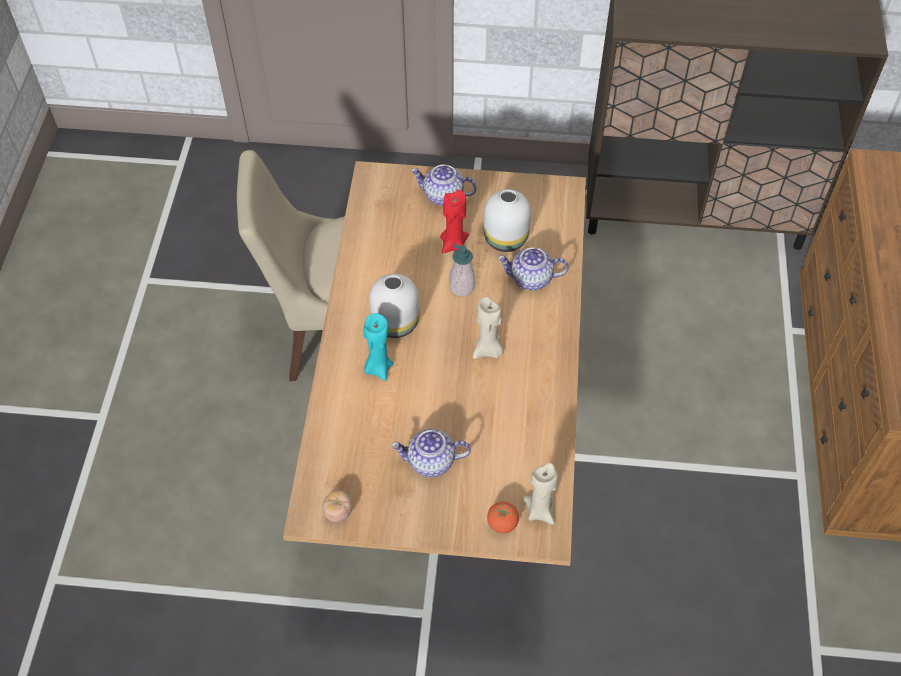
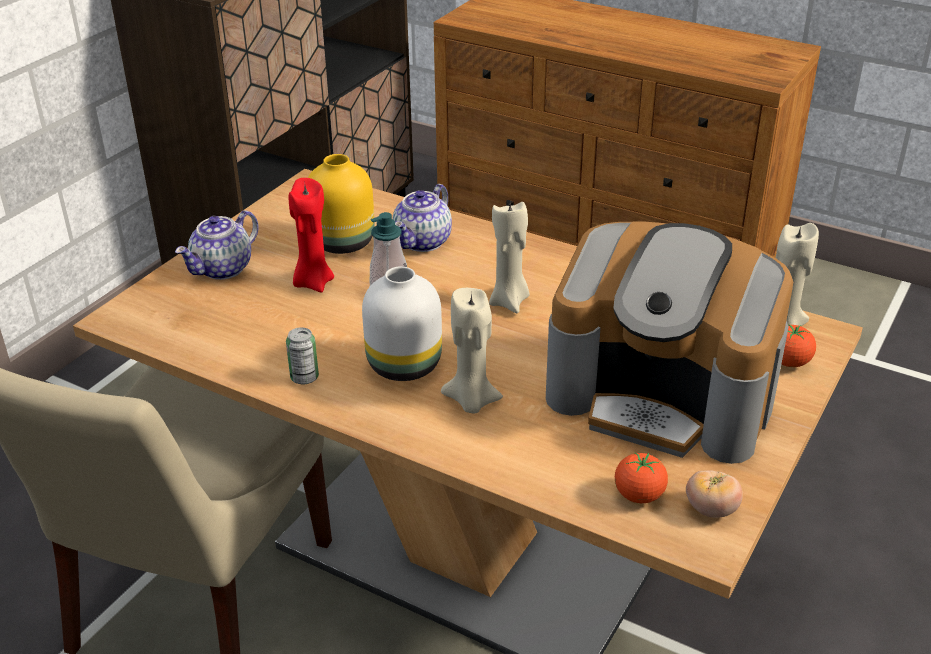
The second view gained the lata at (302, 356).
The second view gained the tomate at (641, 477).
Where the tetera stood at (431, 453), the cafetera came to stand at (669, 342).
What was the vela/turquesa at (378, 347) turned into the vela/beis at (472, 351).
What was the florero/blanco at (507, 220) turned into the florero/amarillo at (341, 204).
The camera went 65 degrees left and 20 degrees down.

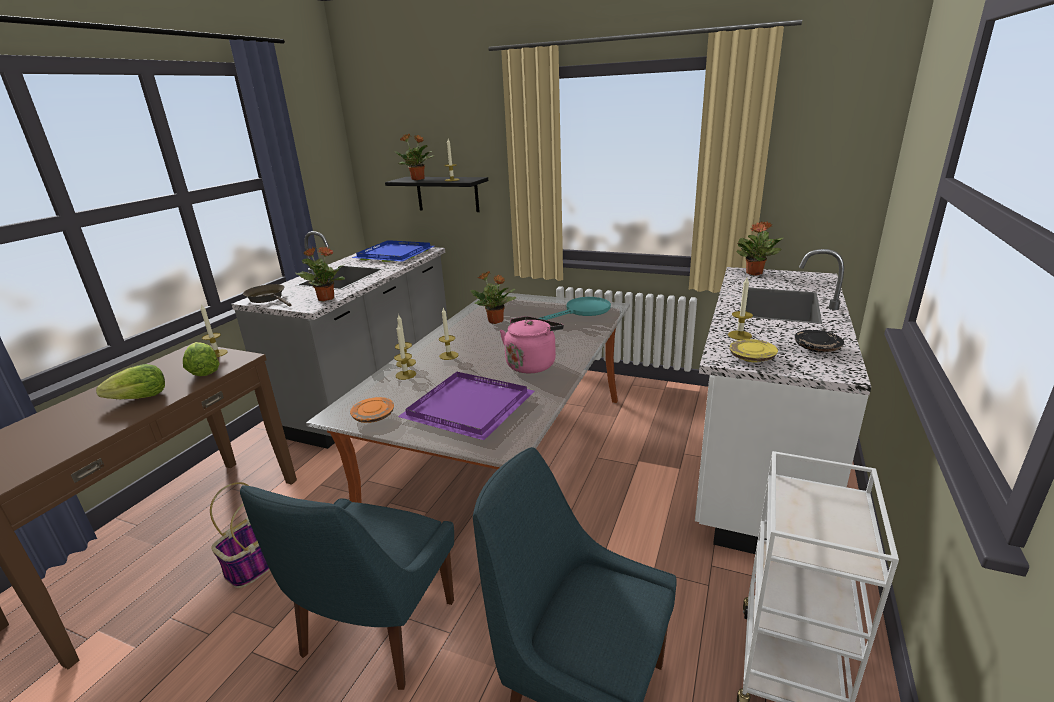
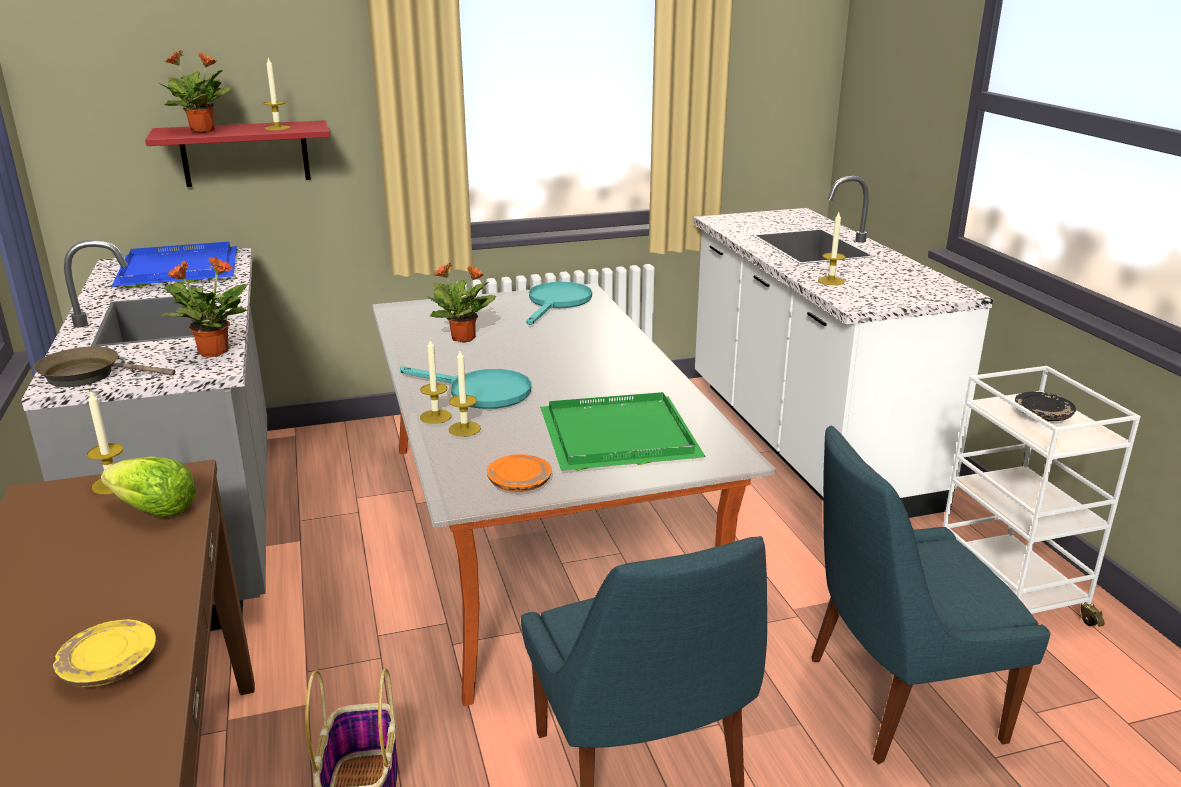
The second view lost the lechuga at (130, 381).
The second view lost the hervidor/rosa at (532, 344).
The second view lost the planta en maceta at (759, 248).
The plato/amarillo ended up elsewhere, having gone from (753, 350) to (104, 653).
The plato/negro ended up elsewhere, having gone from (819, 341) to (1045, 406).
Where the vela stood at (448, 334), the sartén/turquesa came to stand at (465, 388).
What was the estante/negro at (436, 194) turned into the estante/rojo at (237, 153).
What was the bandeja/morado at (466, 406) turned into the bandeja/verde at (623, 431).
The camera went 40 degrees left and 0 degrees up.

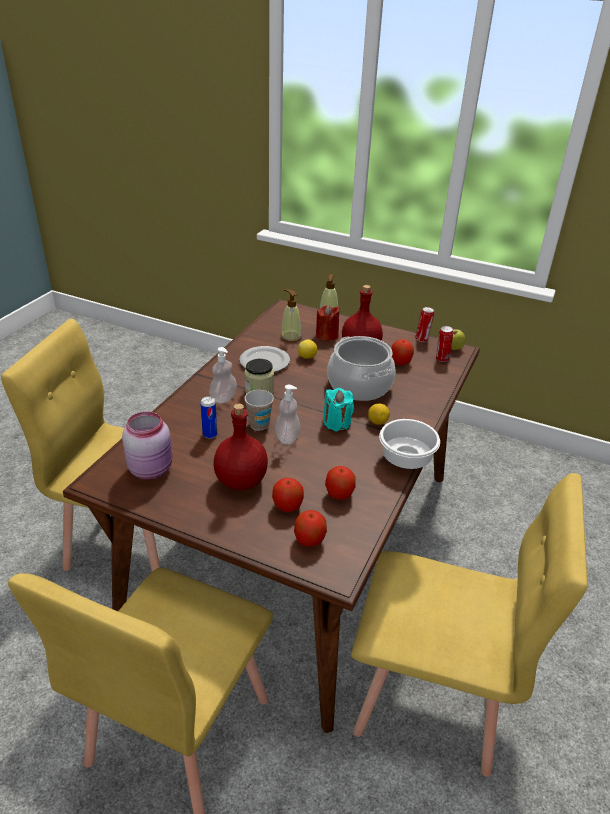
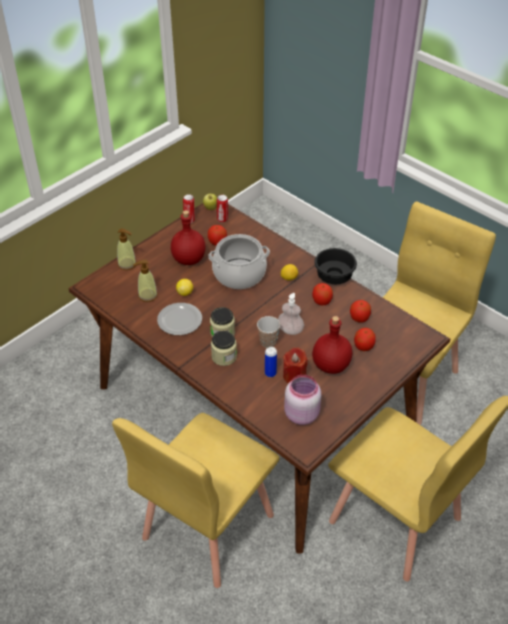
The second view lost the vela/turquesa at (338, 410).
The manzana ended up elsewhere, having gone from (310, 528) to (322, 294).
The vela/rojo ended up elsewhere, having gone from (328, 323) to (295, 365).
Where the dispensador de jabón stood at (223, 375), the tarro came to stand at (224, 348).
What was the cuenco/blanco at (409, 444) turned into the cuenco/negro at (335, 266).
The camera went 70 degrees left and 10 degrees up.

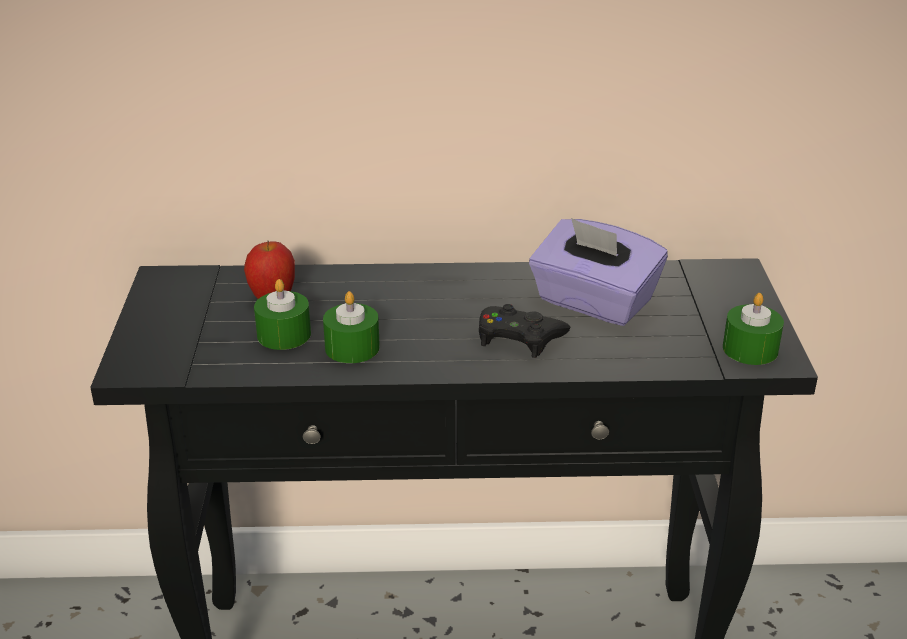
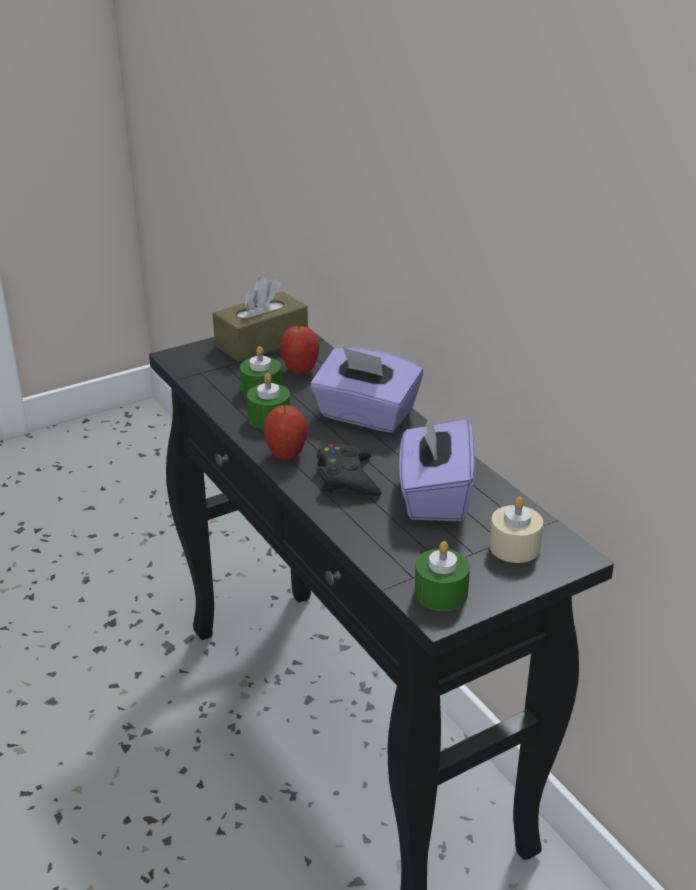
The second view gained the caja de pañuelos/marrón at (260, 319).
The second view gained the manzana at (285, 432).
The second view gained the caja de pañuelos/morado at (366, 390).
The second view gained the vela/beis at (516, 530).
The camera went 60 degrees right and 0 degrees up.

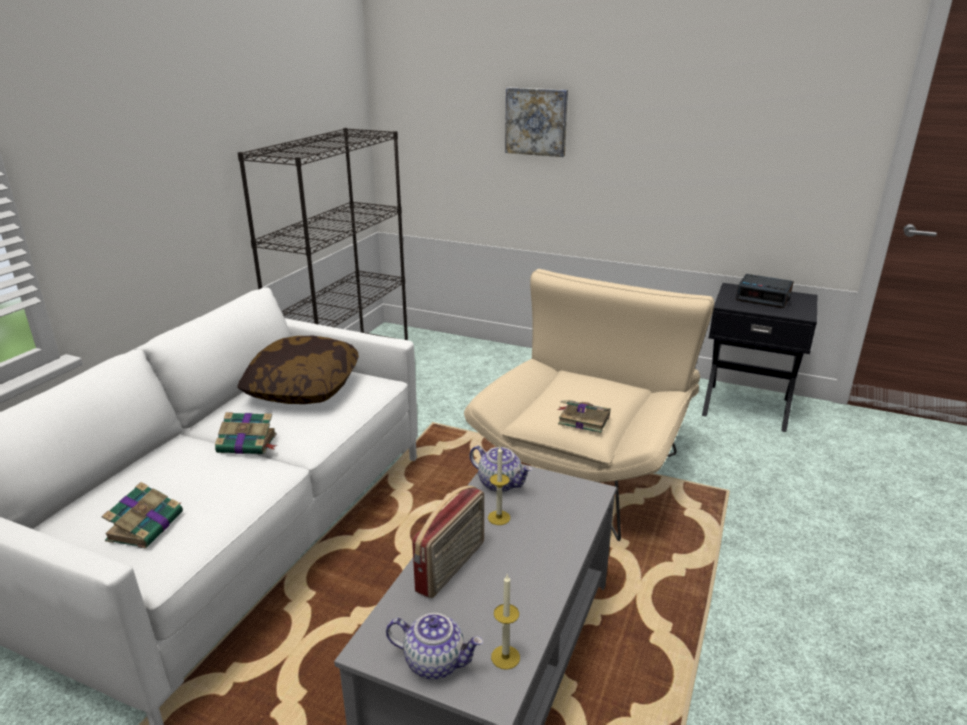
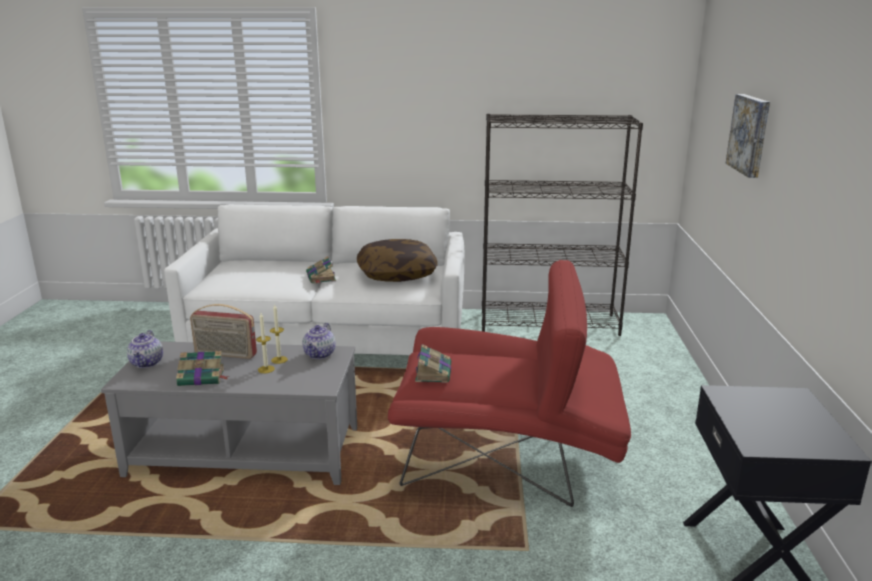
The second view lost the despertador at (764, 291).
The libro ended up elsewhere, having gone from (142, 515) to (202, 368).
The vela ended up elsewhere, having gone from (505, 622) to (265, 343).
What was the sillón/beis at (589, 405) turned into the sillón/rojo at (509, 383).
The camera went 70 degrees right and 5 degrees down.

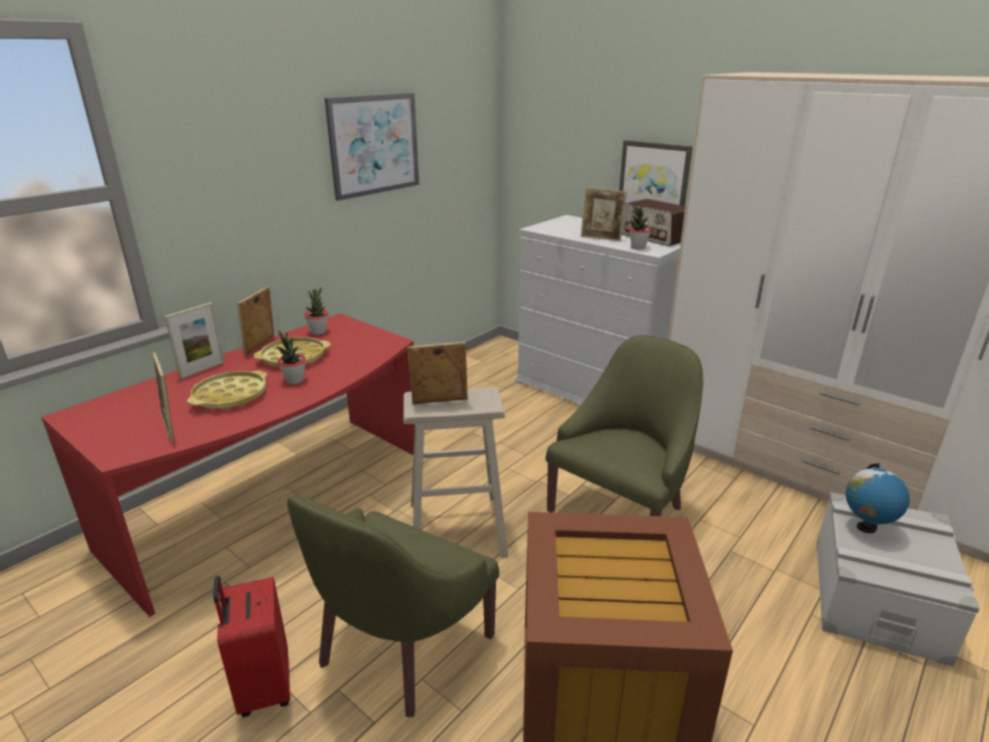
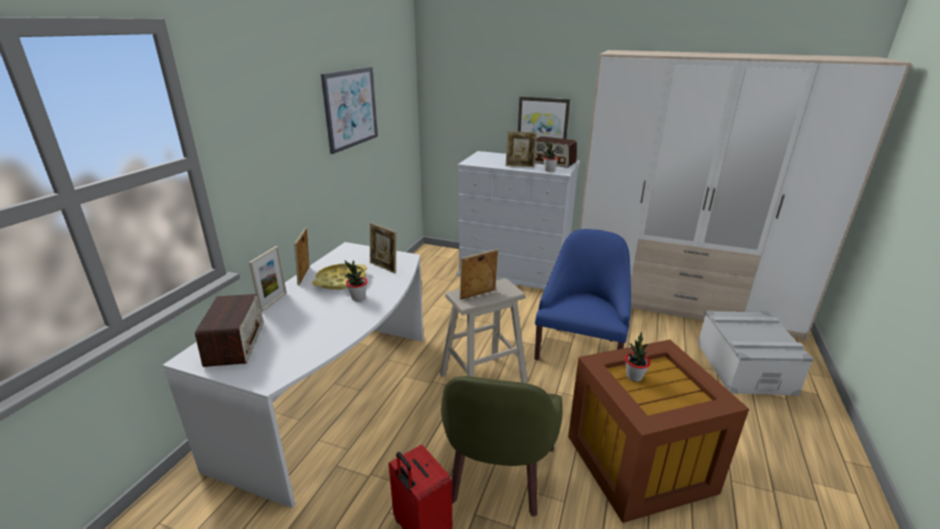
The second view lost the bandeja/amarillo at (227, 390).
The second view lost the globo terráqueo at (878, 498).
The second view gained the radio at (229, 330).
The portarretratos ended up elsewhere, having gone from (162, 397) to (383, 248).
The planta en maceta ended up elsewhere, having gone from (316, 311) to (638, 357).
What was the escritorio/rojo at (228, 465) turned into the escritorio/blanco at (293, 375).
What was the sillón/verde at (624, 425) turned into the sillón/azul at (582, 294).
The camera went 20 degrees left and 0 degrees up.

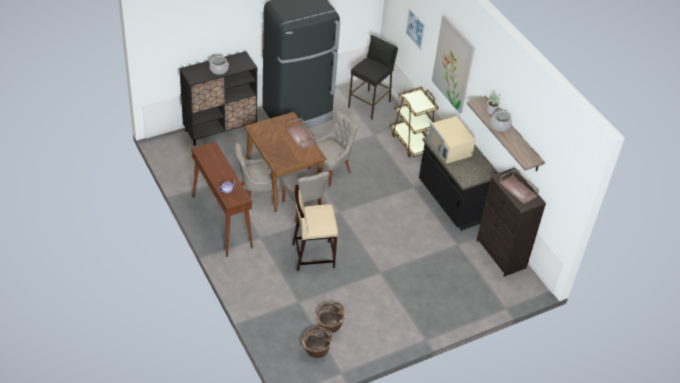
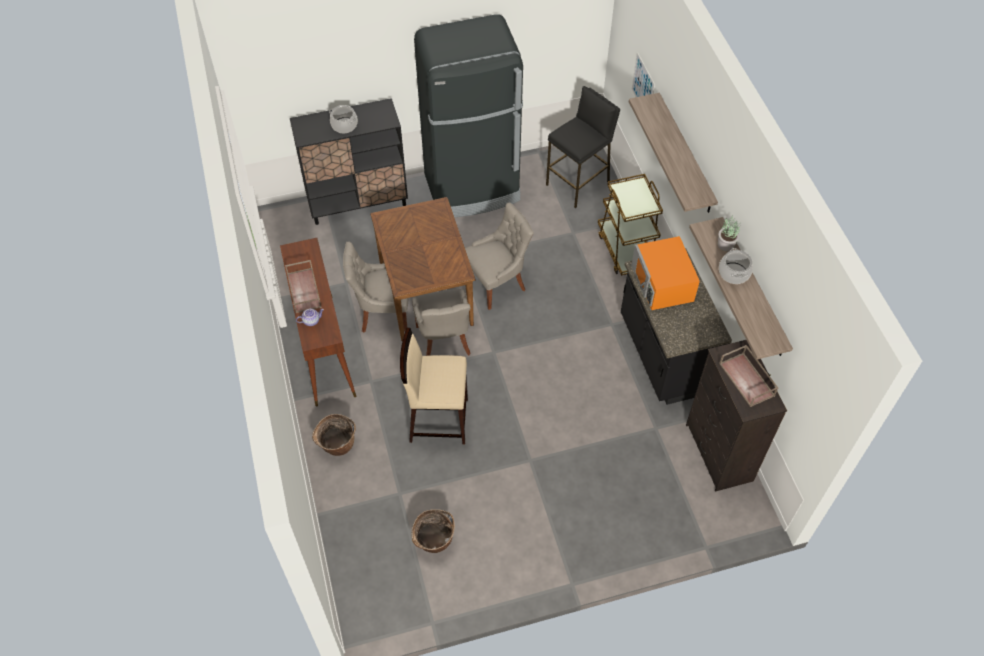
The bandeja/marrón ended up elsewhere, having gone from (301, 134) to (303, 286).
The cesta ended up elsewhere, having gone from (317, 342) to (334, 435).
Where the cuadro hung at (453, 64), the estante came to hang at (673, 153).
What was the microondas/beis at (451, 139) turned into the microondas/naranja at (665, 273).
The camera went 15 degrees right and 10 degrees up.

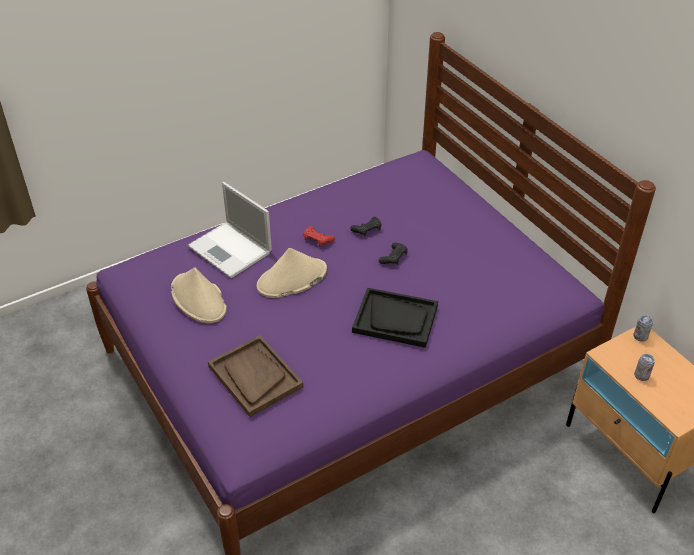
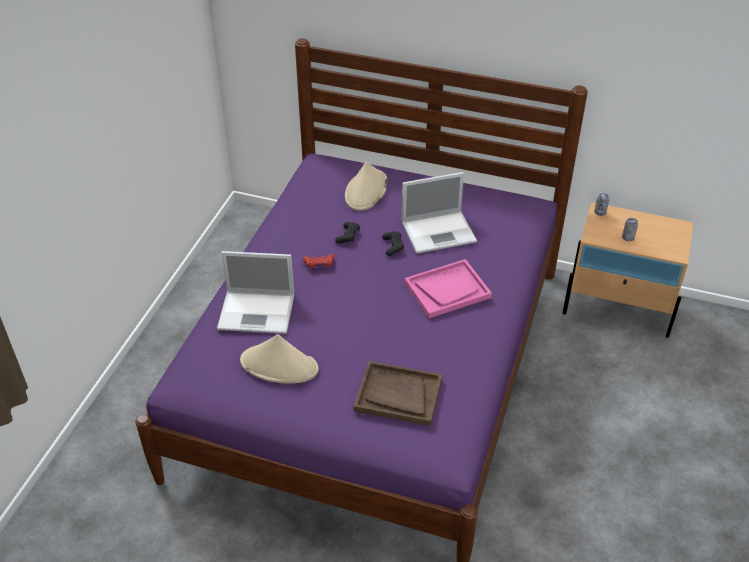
The second view gained the portátil at (439, 213).
The sombrero/beis ended up elsewhere, having gone from (292, 273) to (366, 186).
What was the bandeja/negro at (395, 318) turned into the bandeja/rosa at (448, 288).
The camera went 40 degrees left and 0 degrees up.

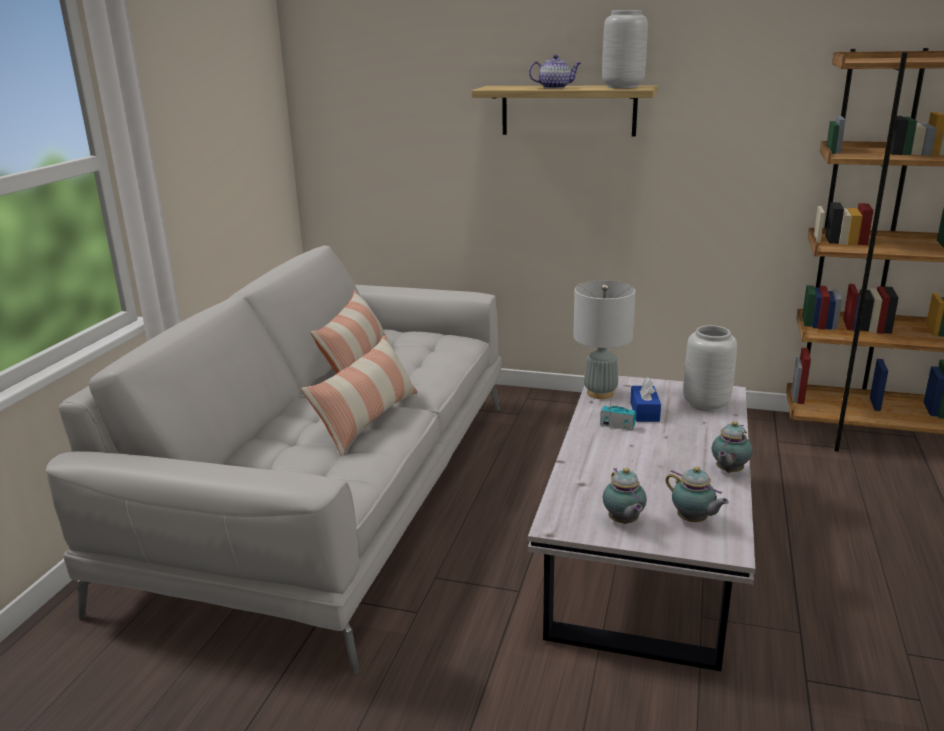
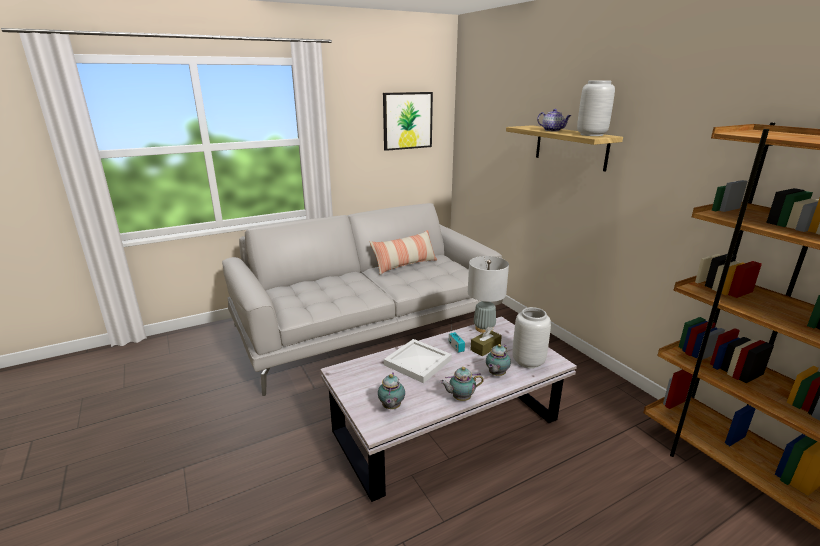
The second view lost the cojín at (359, 395).
The second view gained the cuadro at (408, 121).
The second view gained the bandeja/blanco at (418, 361).
The tetera ended up elsewhere, having gone from (625, 496) to (498, 360).
What was the caja de pañuelos/azul at (645, 399) turned into the caja de pañuelos/marrón at (486, 341).
The camera went 45 degrees right and 0 degrees up.

